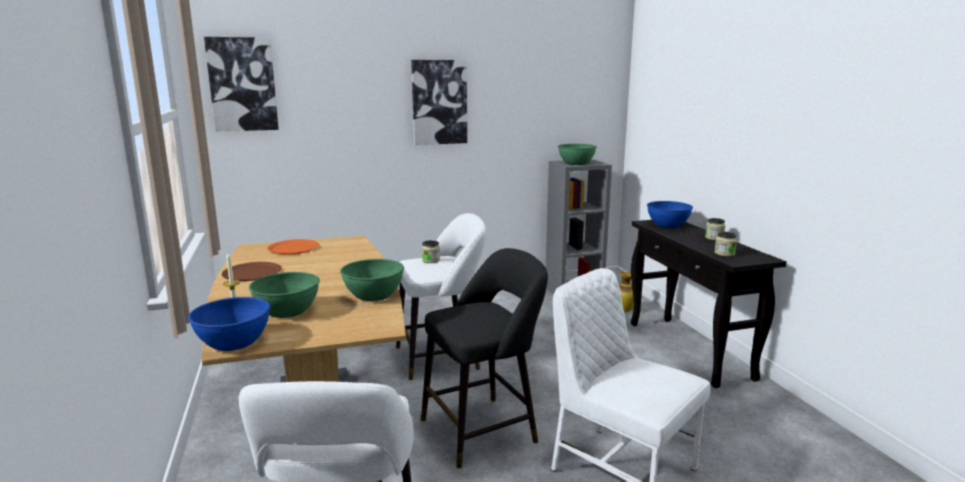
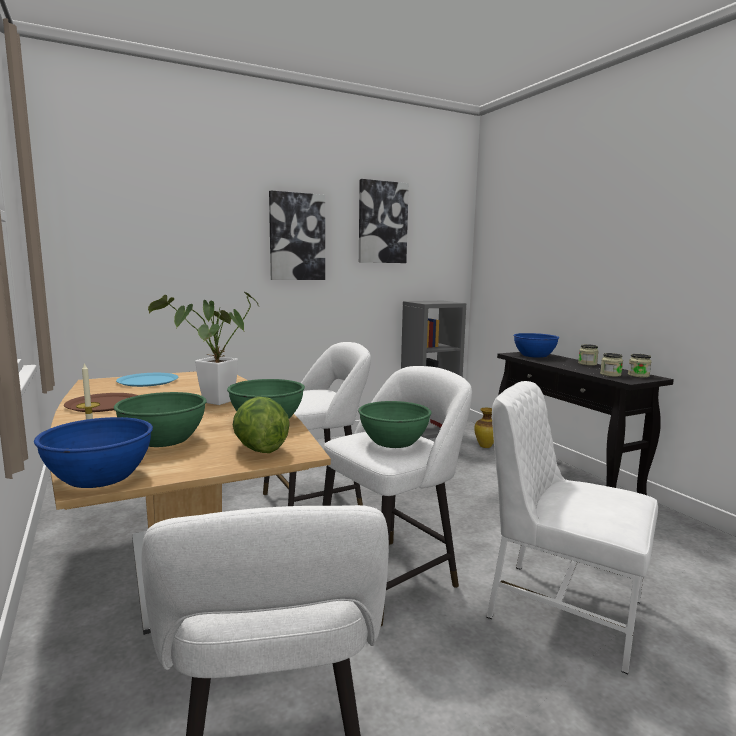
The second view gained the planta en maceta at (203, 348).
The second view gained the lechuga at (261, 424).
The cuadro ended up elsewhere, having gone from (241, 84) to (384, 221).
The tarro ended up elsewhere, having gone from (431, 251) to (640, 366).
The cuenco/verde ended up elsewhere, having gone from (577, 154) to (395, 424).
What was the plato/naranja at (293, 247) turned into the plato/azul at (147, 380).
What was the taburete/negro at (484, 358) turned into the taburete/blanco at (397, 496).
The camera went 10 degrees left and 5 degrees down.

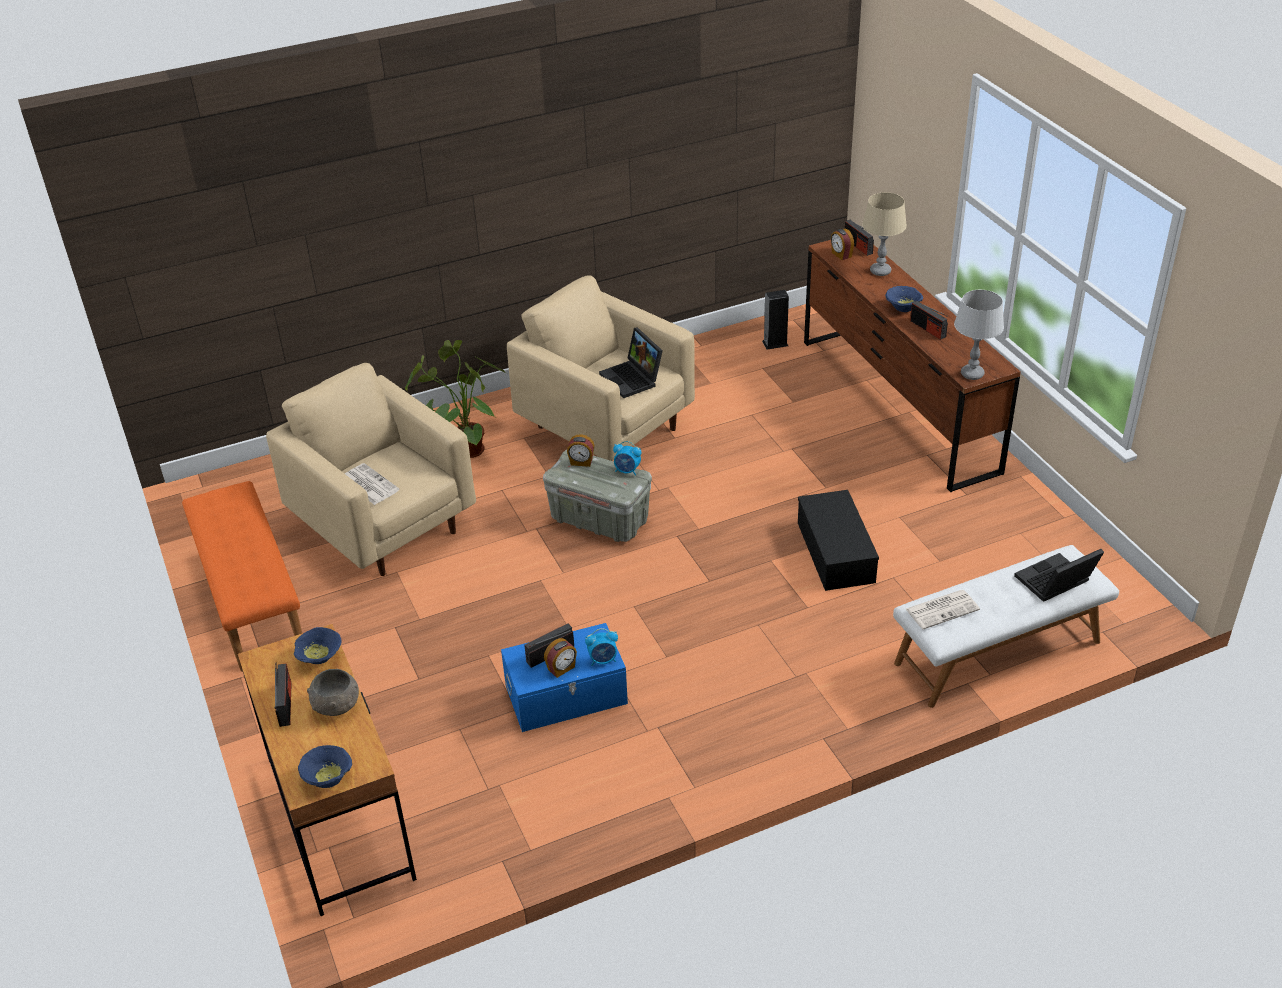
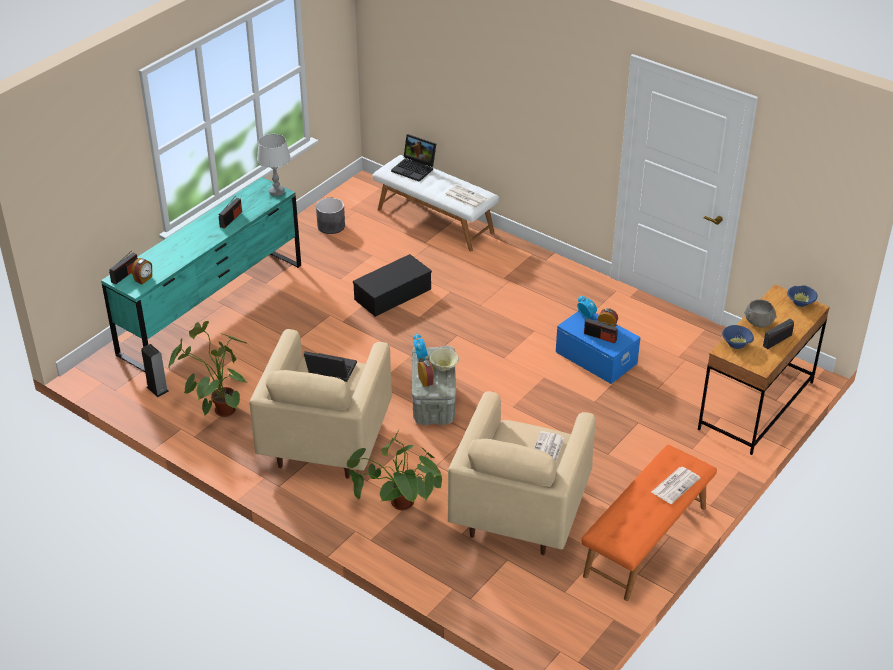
The second view lost the lámpara de mesa/beis at (884, 234).
The second view lost the cuenco/azul at (904, 299).
The second view gained the planta en maceta at (207, 369).
The second view gained the maceta/gris at (330, 216).
The second view gained the cuenco/beis at (444, 359).
The second view gained the periódico at (676, 485).
What was the cómoda/marrón at (912, 366) turned into the cómoda/turquesa at (201, 274).
The portátil at (631, 362) ended up facing another way, 105 degrees counterclockwise from before.
The camera went 120 degrees left and 0 degrees up.

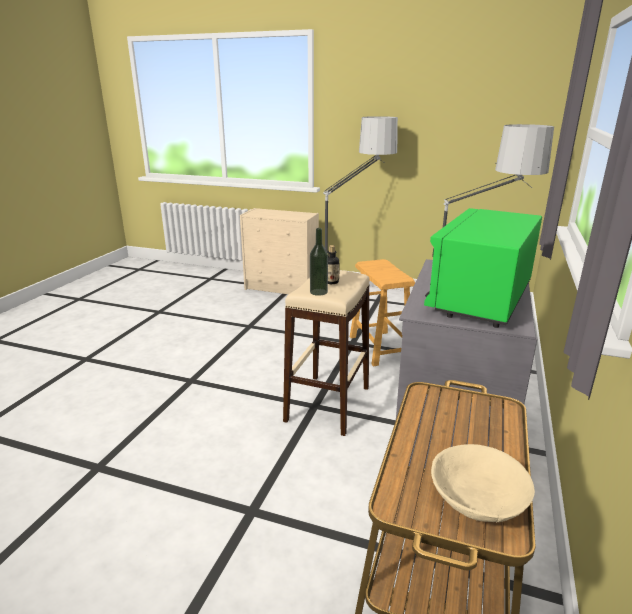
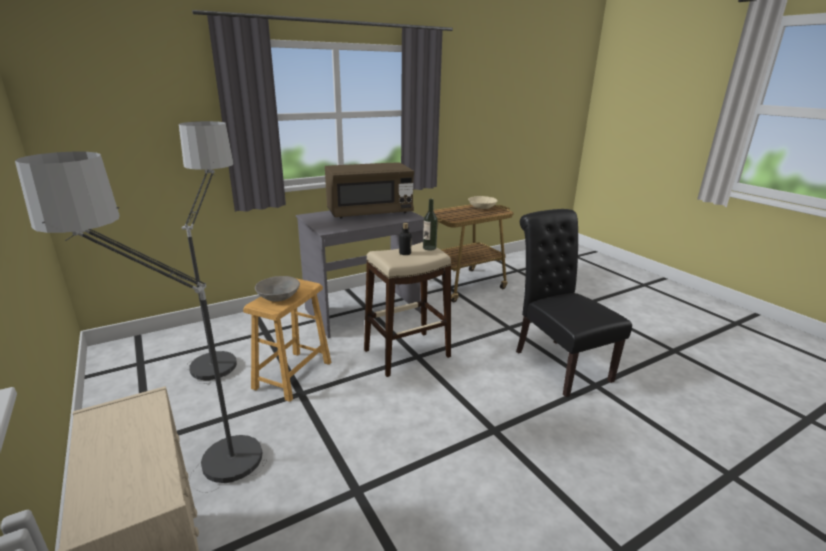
The second view gained the cuenco/gris at (277, 288).
The second view gained the silla/negro at (574, 303).
What was the microondas/verde at (483, 268) turned into the microondas/marrón at (369, 190).
The camera went 140 degrees left and 0 degrees up.

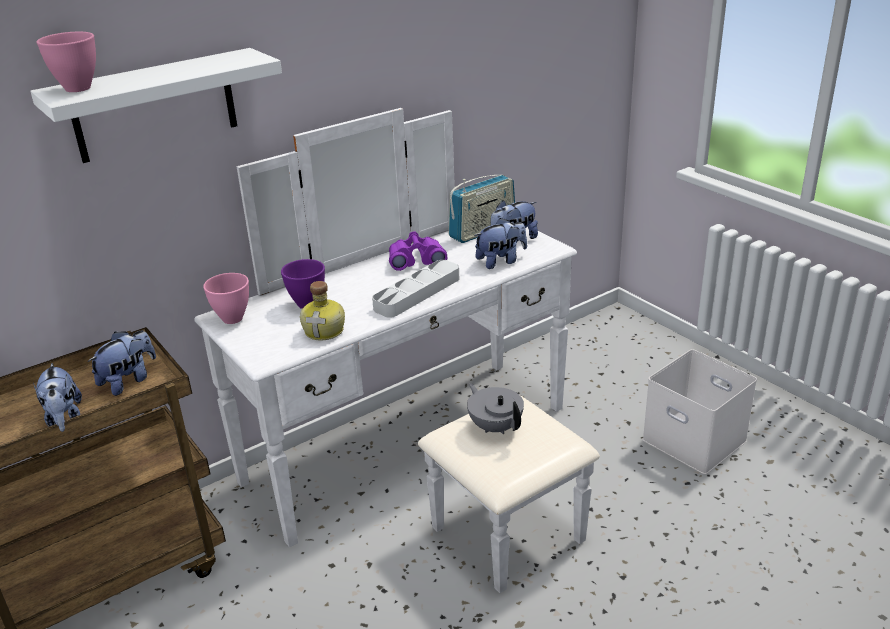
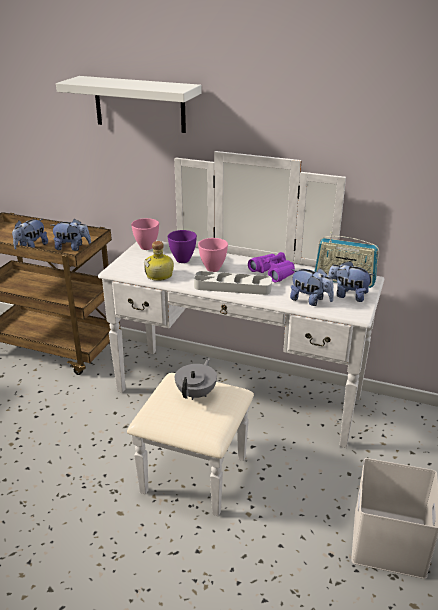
The cuenco/rosa ended up elsewhere, having gone from (66, 62) to (213, 255).
The camera went 55 degrees right and 0 degrees up.

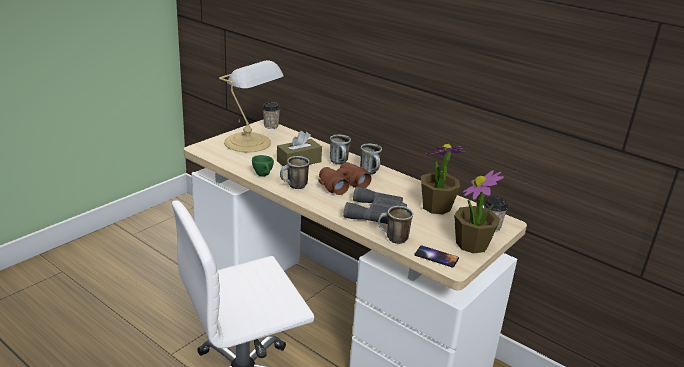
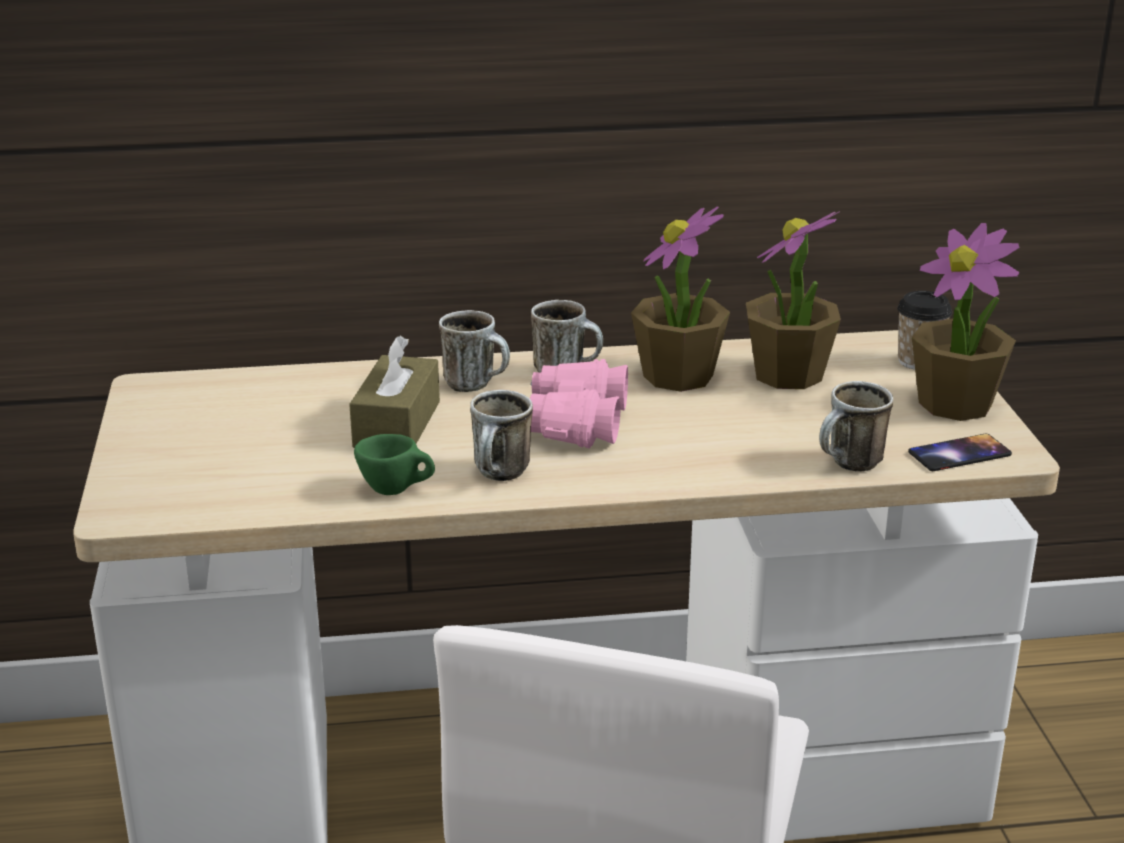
The second view lost the lámpara de mesa at (251, 106).
The second view lost the taza at (271, 115).
The second view lost the prismáticos/gris at (375, 205).
The second view gained the planta en maceta at (680, 299).
What was the prismáticos/marrón at (345, 178) turned into the prismáticos/rosa at (579, 404).
The camera went 45 degrees left and 0 degrees up.

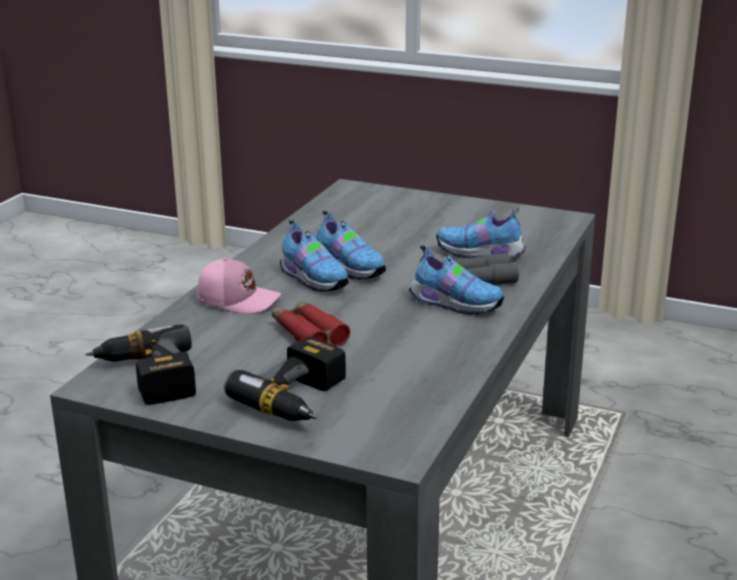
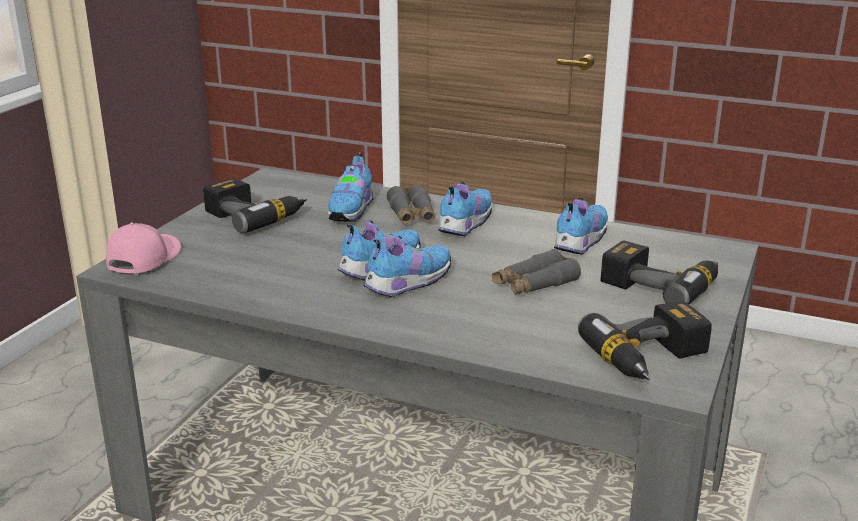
The second view gained the taladro at (255, 205).
The second view gained the zapato at (581, 226).
The gorra/rosa ended up elsewhere, having gone from (239, 286) to (143, 248).
What was the prismáticos/rojo at (311, 323) turned into the prismáticos/gris at (536, 272).
The camera went 90 degrees left and 0 degrees up.

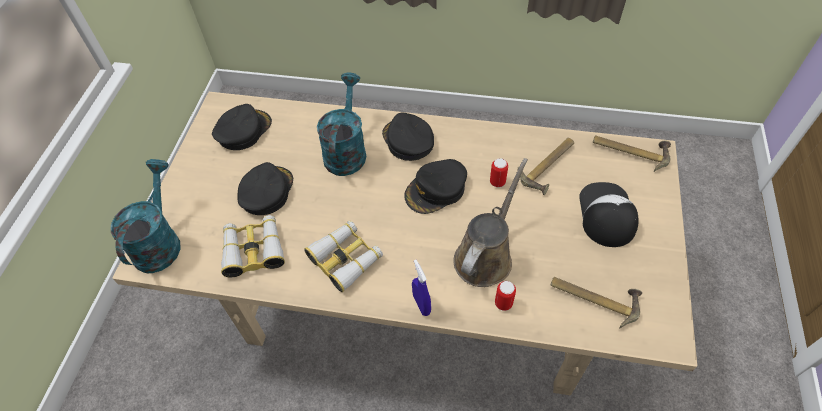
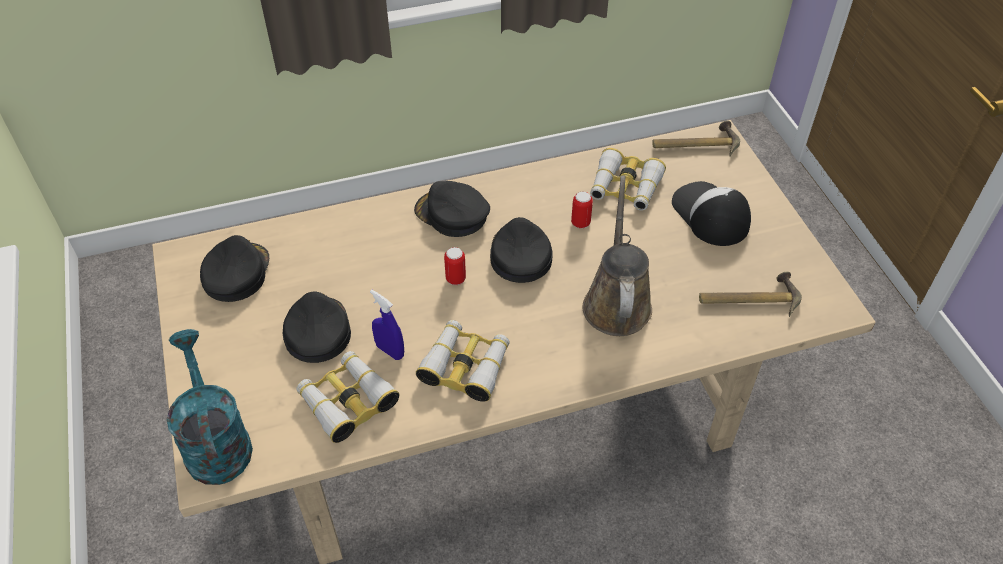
The second view lost the regadera/turquesa at (341, 124).
The pulverizador/azul ended up elsewhere, having gone from (421, 288) to (387, 325).
The lata ended up elsewhere, having gone from (505, 296) to (455, 266).
Where the martillo stood at (546, 166), the prismáticos came to stand at (628, 179).
The gorra/negro at (435, 186) ended up facing another way, 150 degrees clockwise from before.
The camera went 30 degrees left and 5 degrees down.

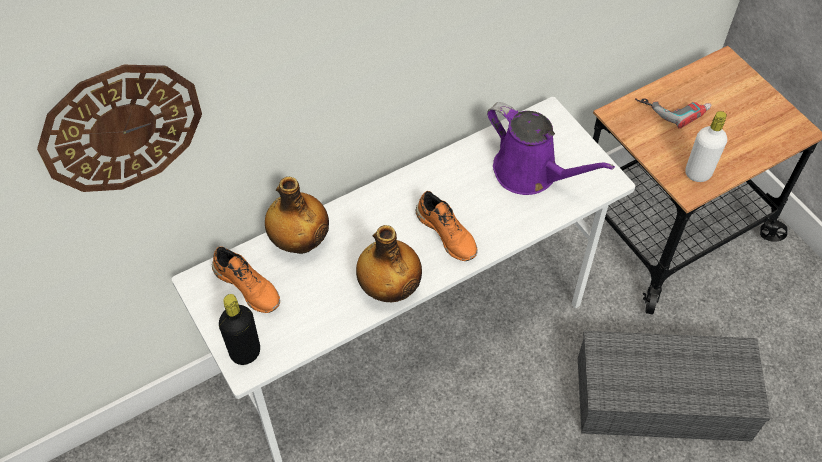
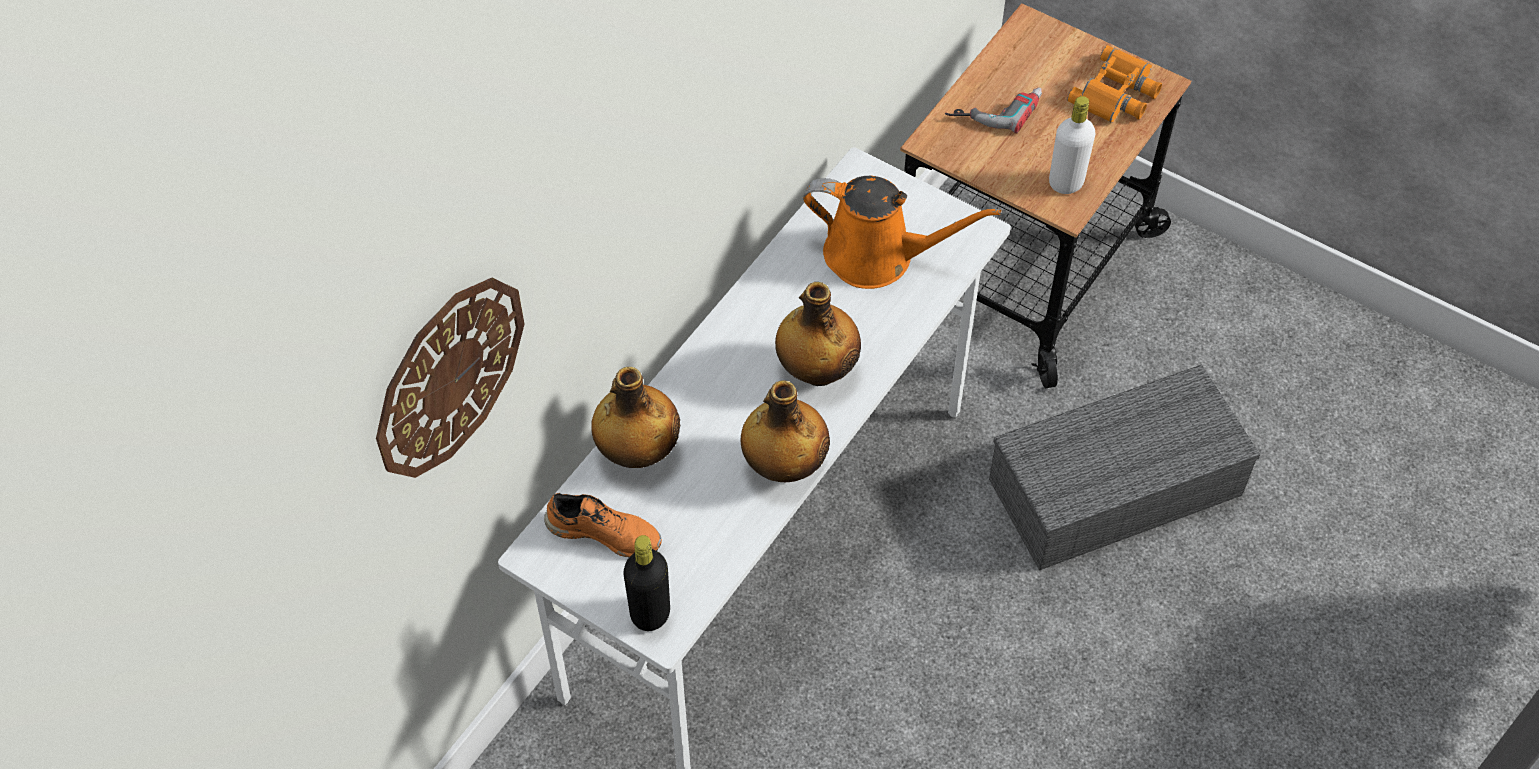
The second view gained the prismáticos/naranja at (1114, 84).
Where the zapato/naranja stood at (446, 226), the botella came to stand at (818, 334).
What was the regadera/morado at (551, 148) turned into the regadera/naranja at (902, 232).
The camera went 25 degrees left and 0 degrees up.

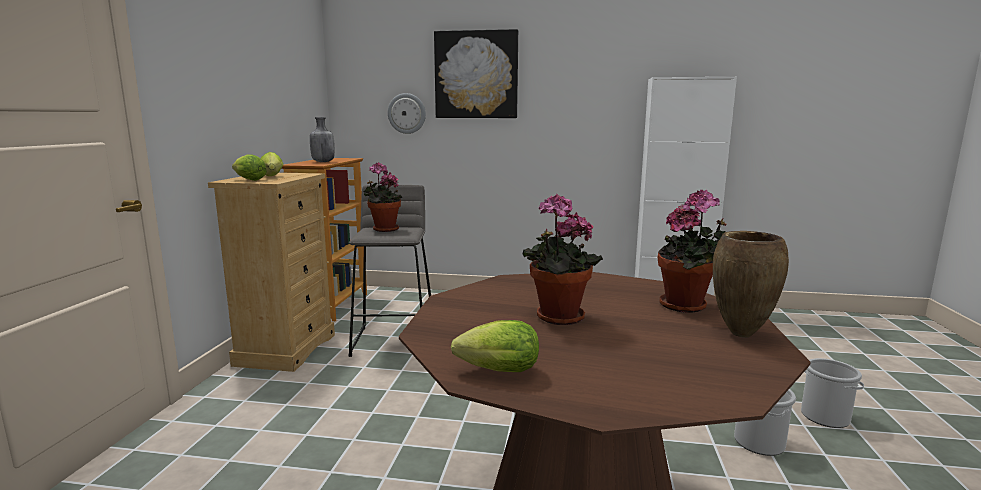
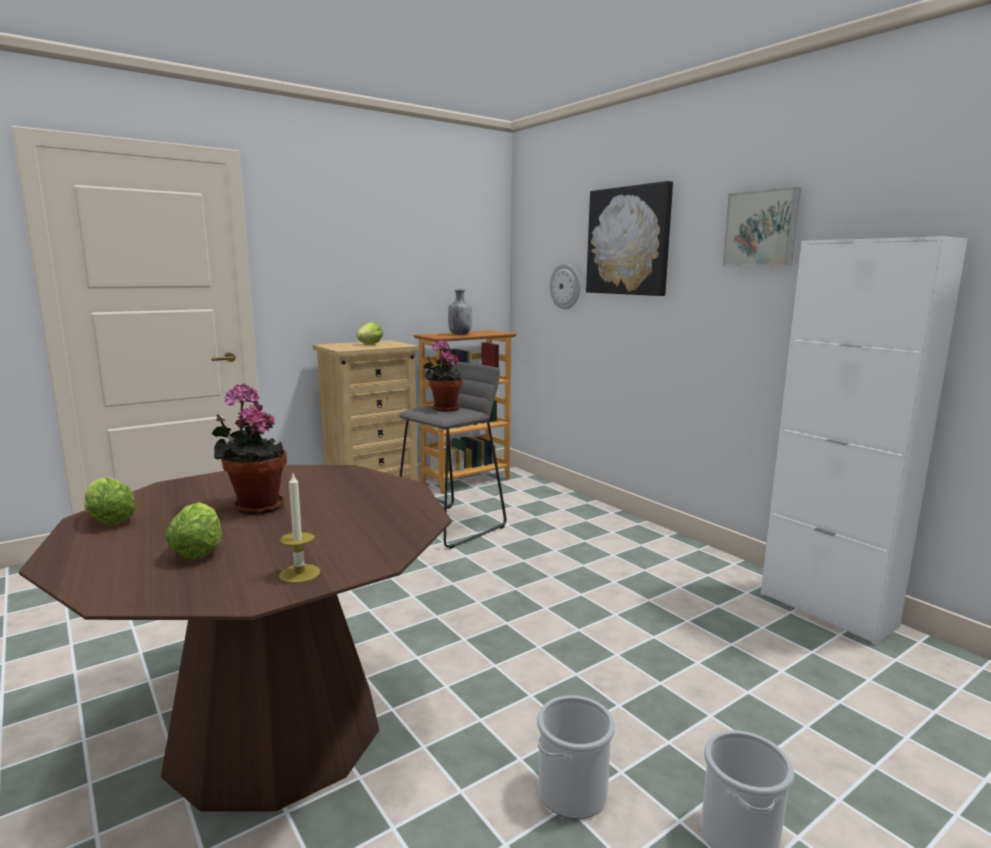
The second view lost the planta en maceta at (692, 251).
The second view gained the cuadro at (761, 226).
The lechuga ended up elsewhere, having gone from (249, 168) to (193, 530).
Where the florero/marrón stood at (751, 284), the vela came to stand at (299, 528).
The camera went 45 degrees right and 0 degrees up.

